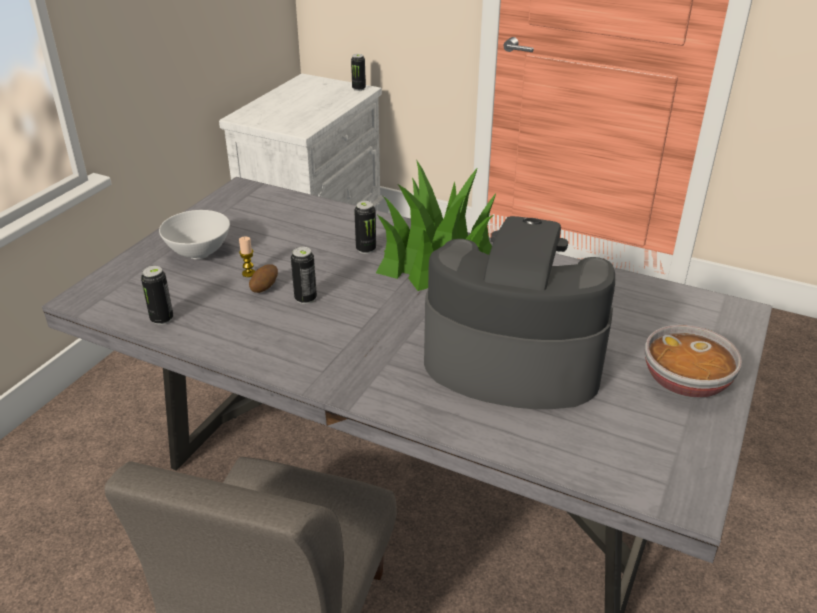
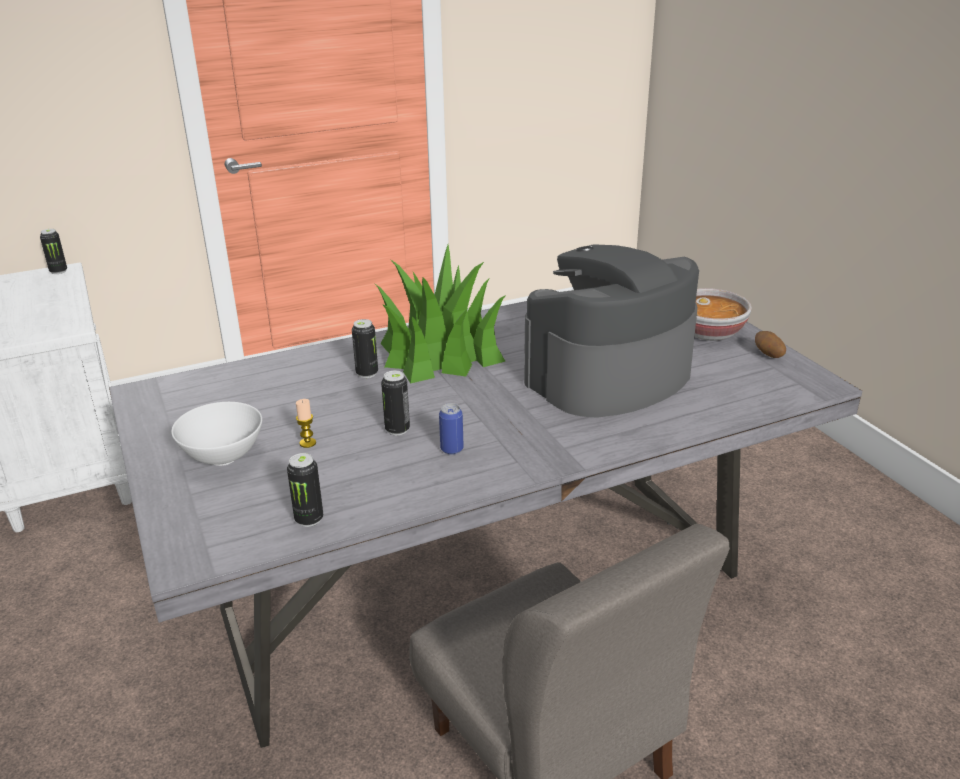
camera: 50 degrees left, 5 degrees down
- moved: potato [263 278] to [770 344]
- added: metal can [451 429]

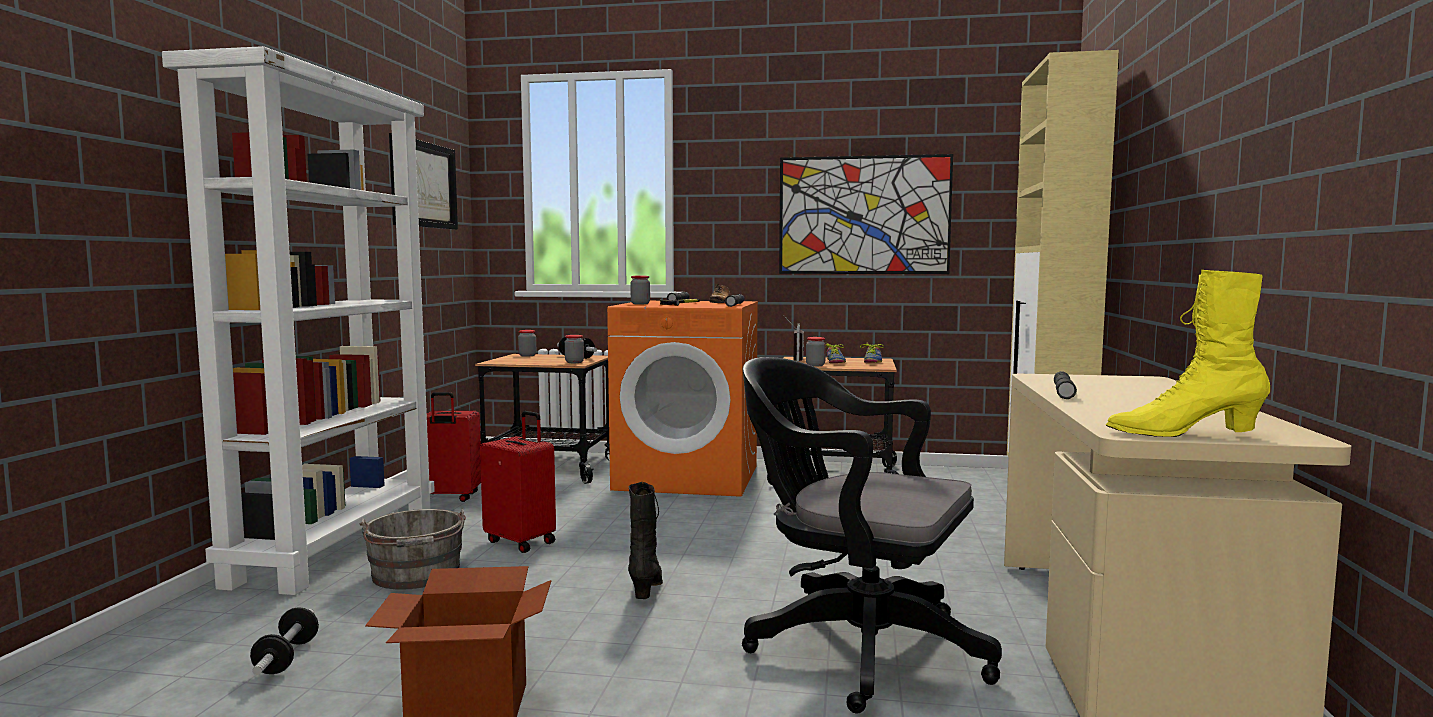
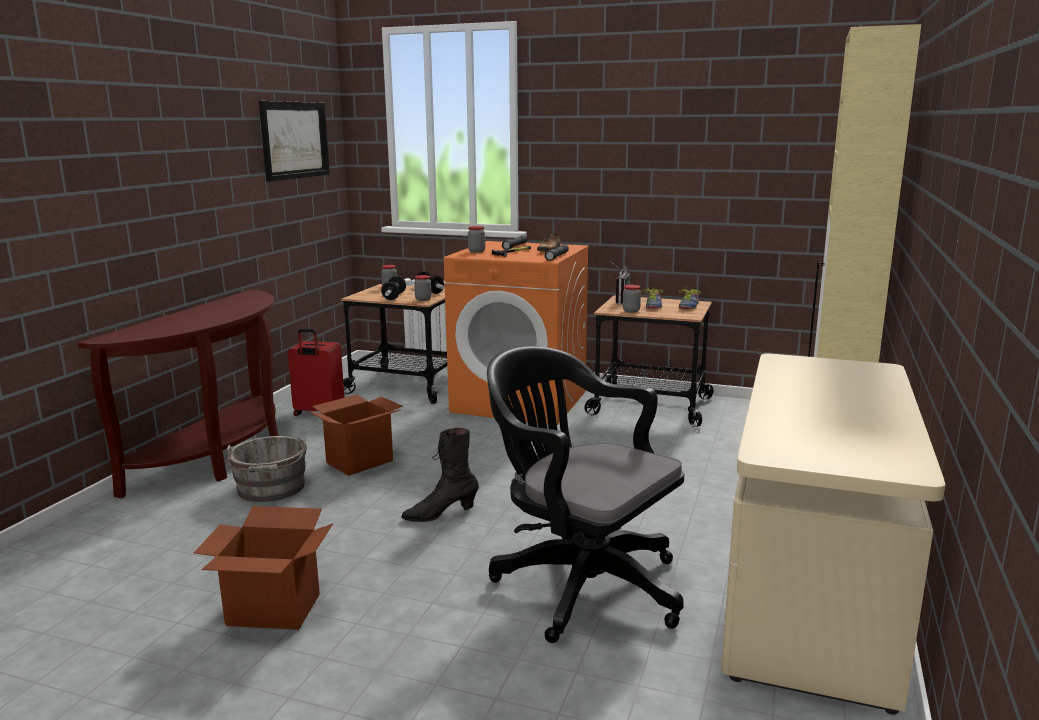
camera: 10 degrees right, 10 degrees up
- replaced: bookshelf/white [298 320] to console table/brownish [178 394]
- removed: wall picture [866 214]
- removed: tall boot/yellowish [1188 353]
- removed: hand torch/grey [1065 385]
- replaced: suitcase/red [518 482] to packing box [356 435]
- turned: tall boot/black-coloured [645 540] = [440 475] 120 degrees counterclockwise
- moved: hand weight [284 641] to [393 288]

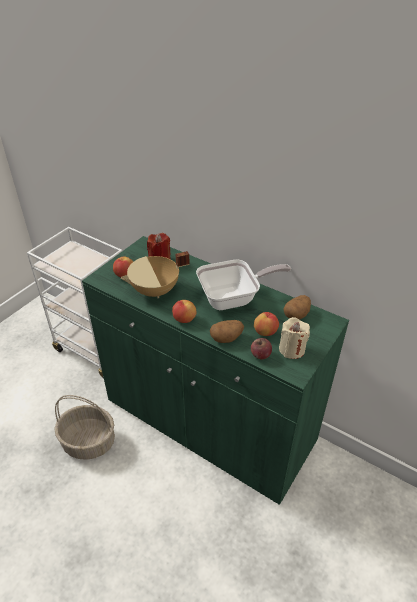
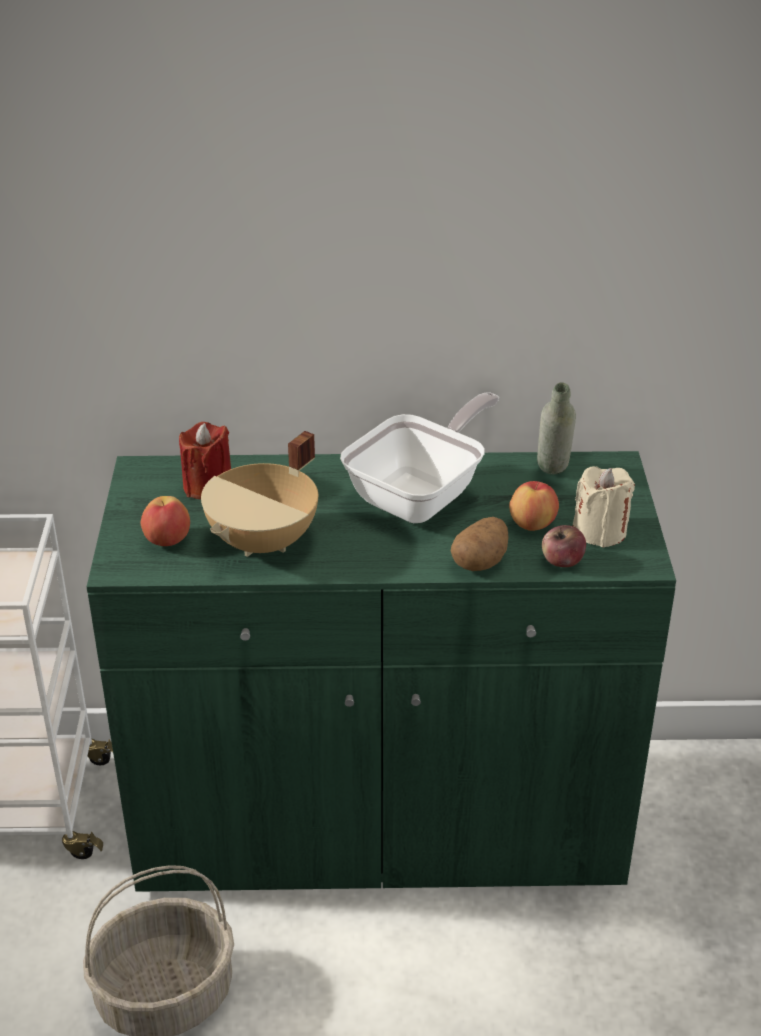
camera: 35 degrees left, 5 degrees down
- replaced: potato [297 307] to beverage bottle/grey [556 428]
- removed: apple [184 311]

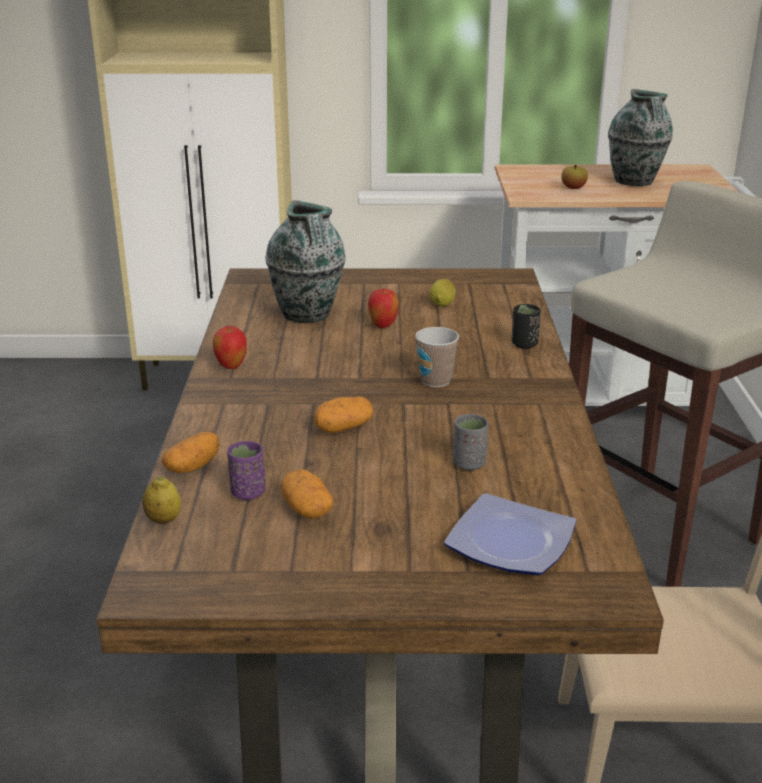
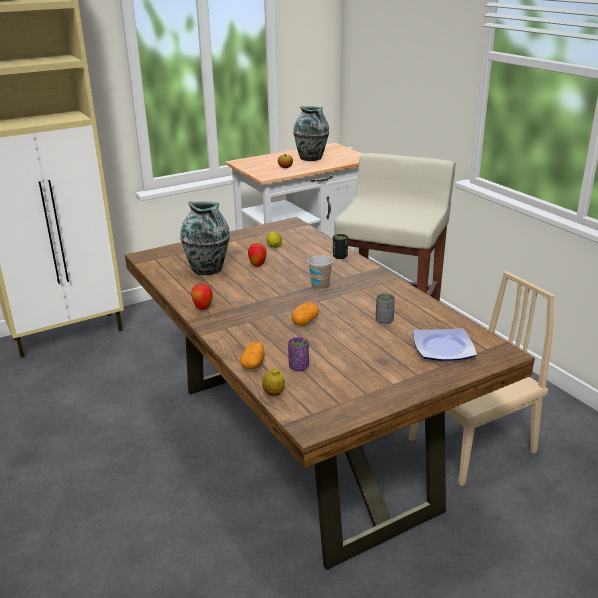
camera: 30 degrees left, 0 degrees up
- removed: potato [307 494]

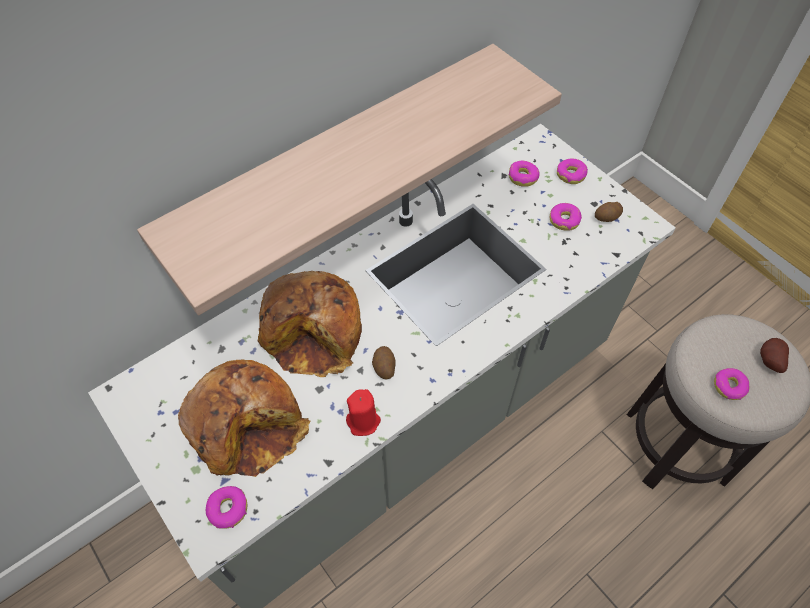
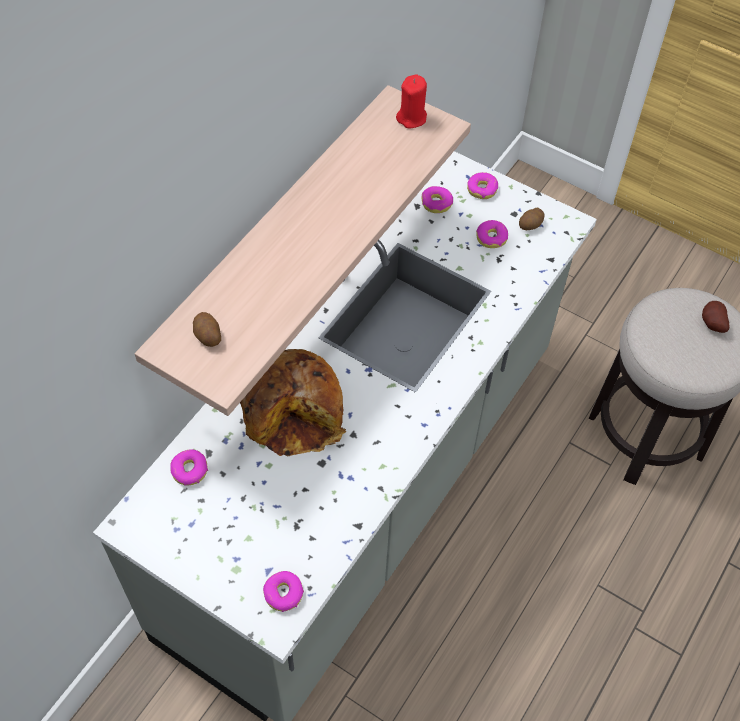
camera: 20 degrees left, 0 degrees up
- moved: potato [383 362] to [207 329]
- removed: baked bread [244 418]
- moved: ring doughnut [731 384] to [189 468]
- moved: candle/red [363 412] to [411 101]

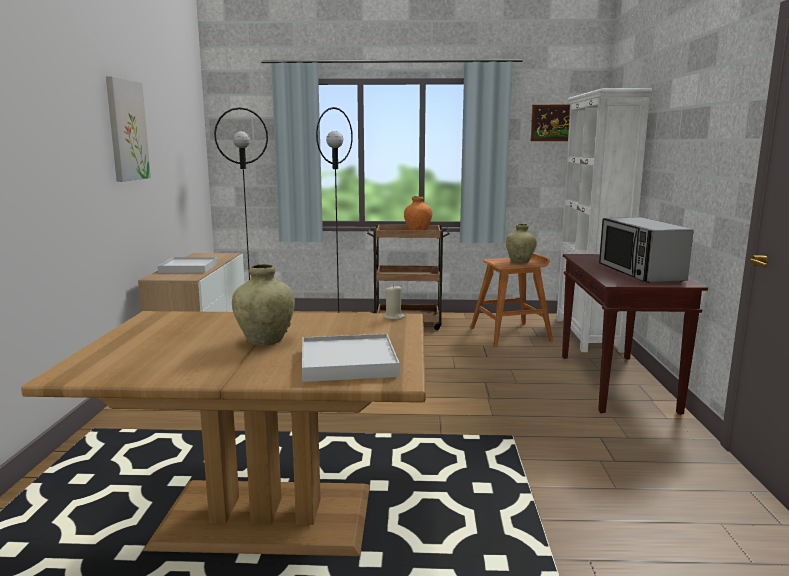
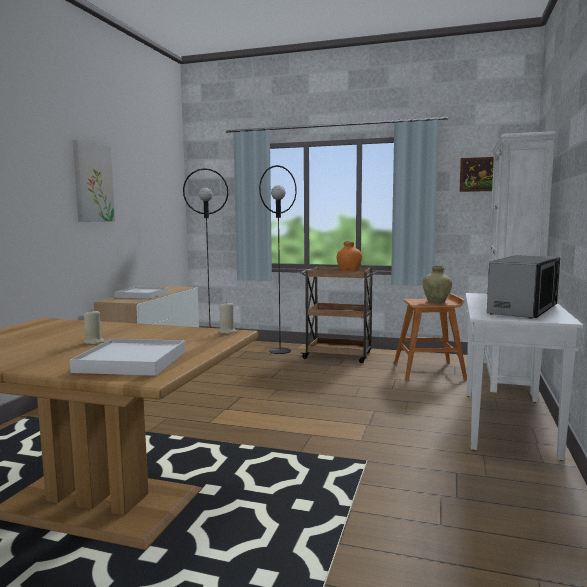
camera: 15 degrees right, 5 degrees down
- turned: kitchen microwave [646 250] = [523 287] 150 degrees counterclockwise
- recoloured: console table/brownish [635 334] to console table/white [524 377]
- replaced: decorative vase/beige [263 305] to candle/beige [94 326]

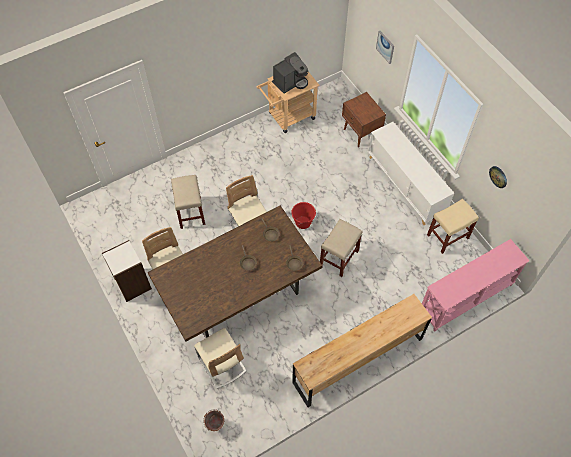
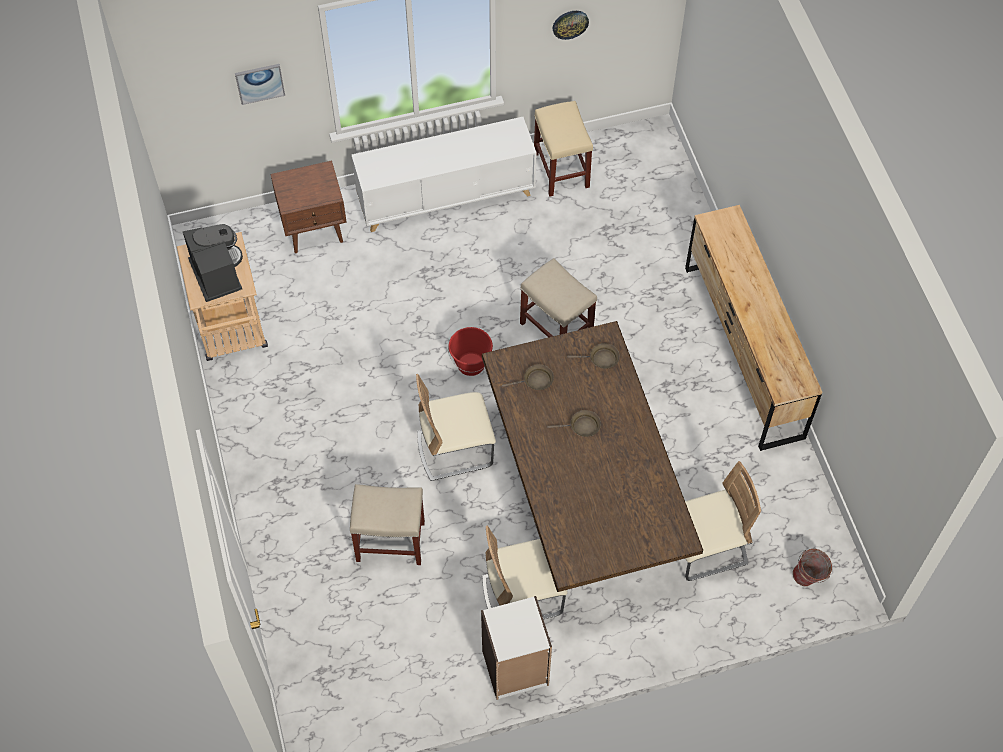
camera: 75 degrees left, 0 degrees up
- removed: console table/pink-coloured [476 285]

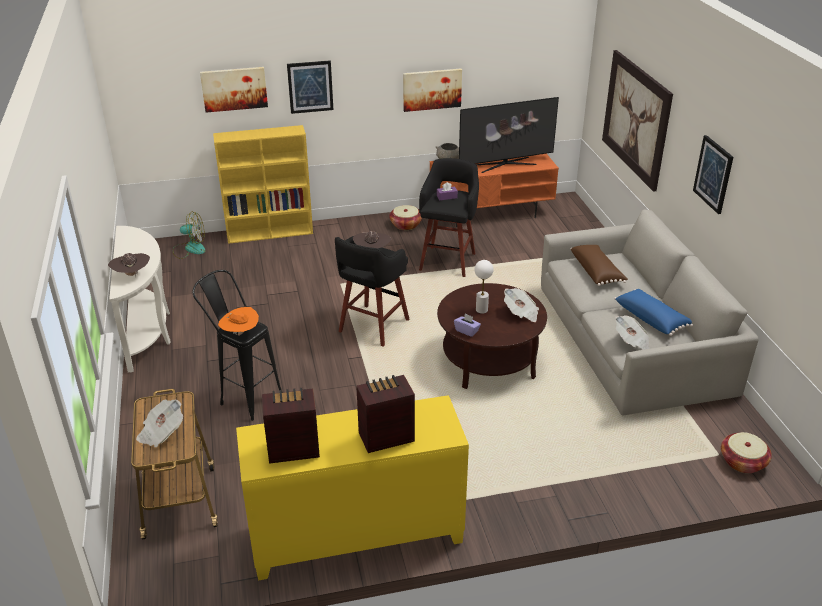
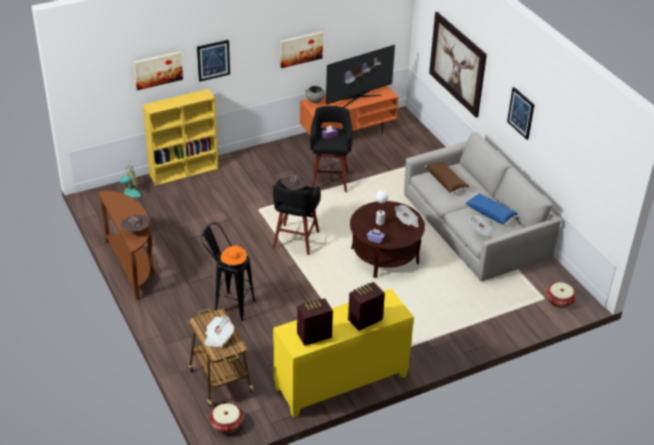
camera: 15 degrees left, 5 degrees up
- moved: basket [405 217] to [226 418]
- recoloured: console table/white [140 299] to console table/brownish [126 245]

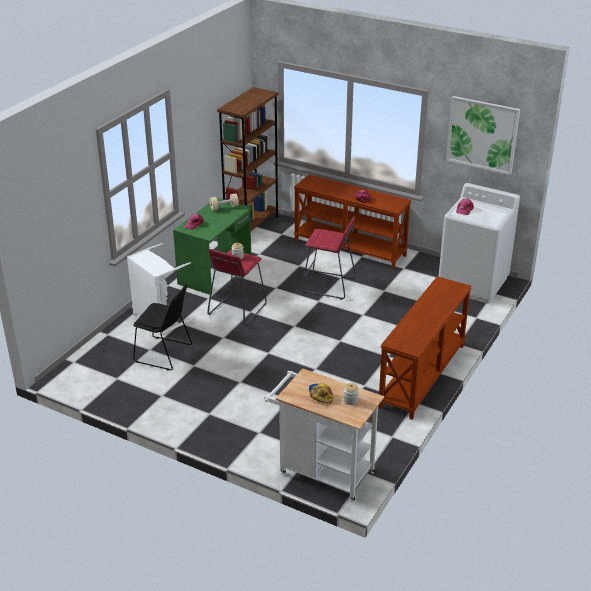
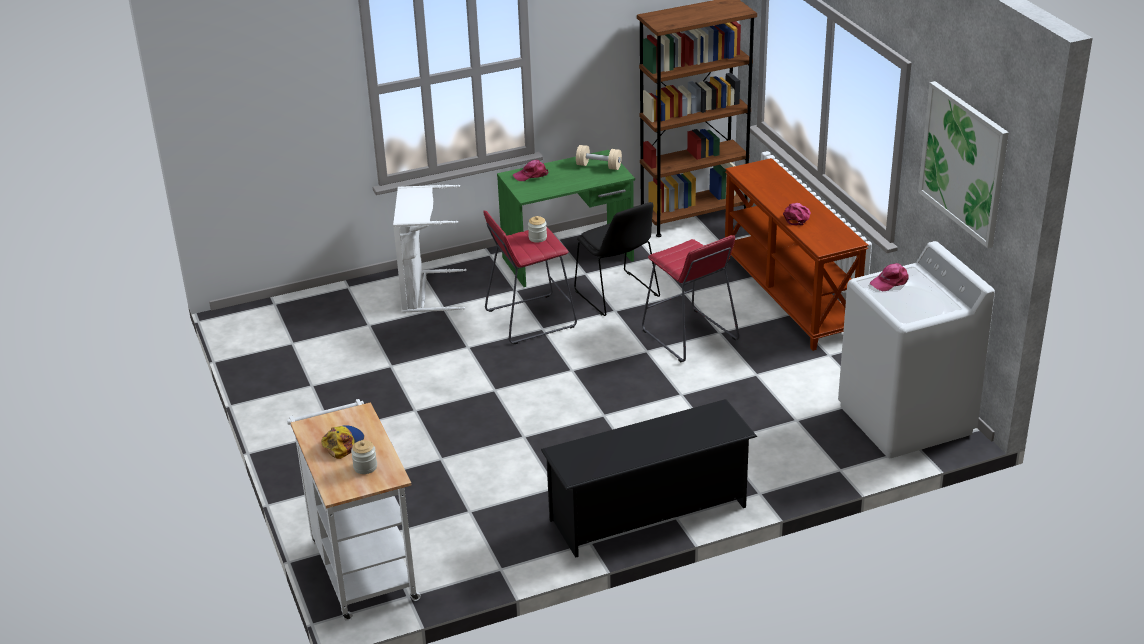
camera: 40 degrees right, 0 degrees up
- replaced: console table/brownish [425 348] to shoe rack/black-coloured [649 478]
- moved: upright chair/black-coloured [162 327] to [617 259]

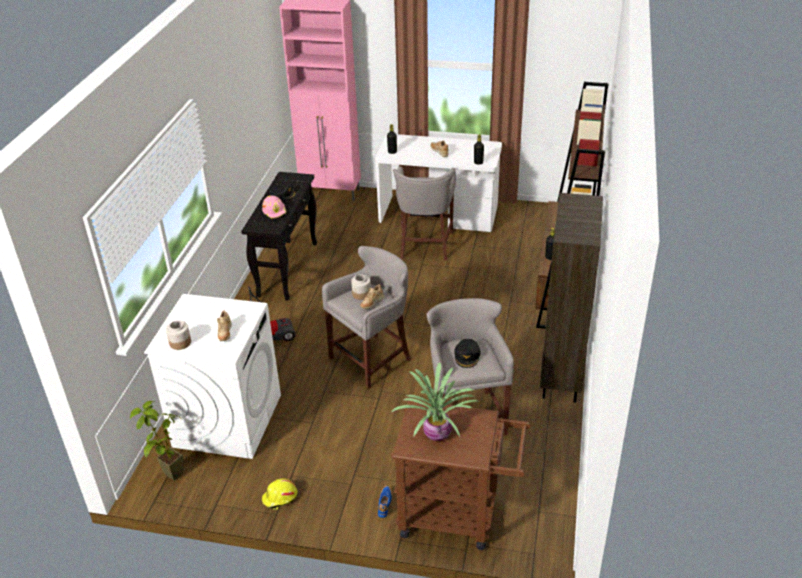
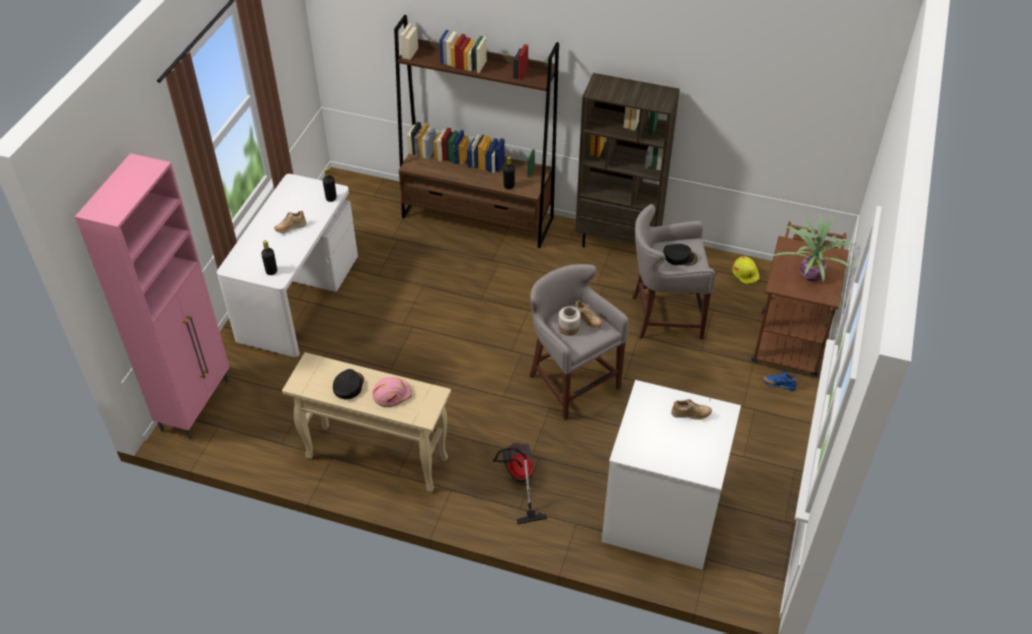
camera: 85 degrees left, 10 degrees up
- removed: stool seat/grey [424 213]
- recoloured: console table/black-coloured [279 236] to console table/beige [366 422]
- removed: jar [178 335]
- removed: plant in a pot [156 440]
- moved: safety helmet/yellowish [280 494] to [746 270]

